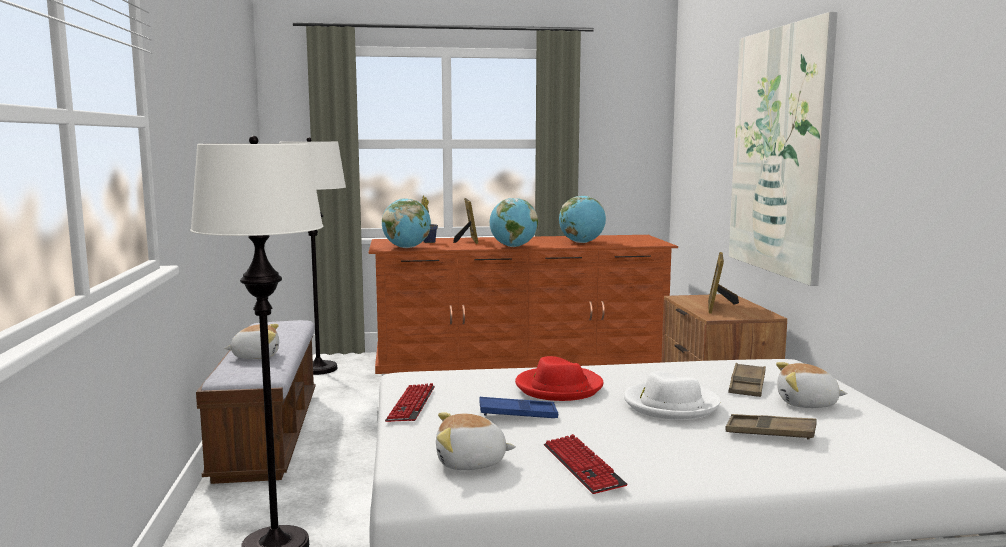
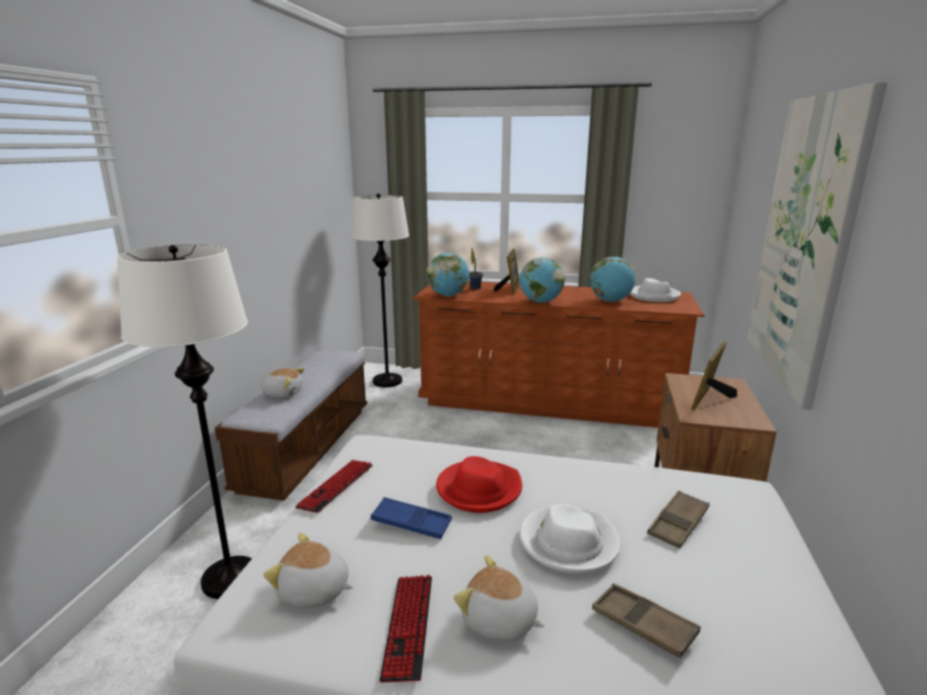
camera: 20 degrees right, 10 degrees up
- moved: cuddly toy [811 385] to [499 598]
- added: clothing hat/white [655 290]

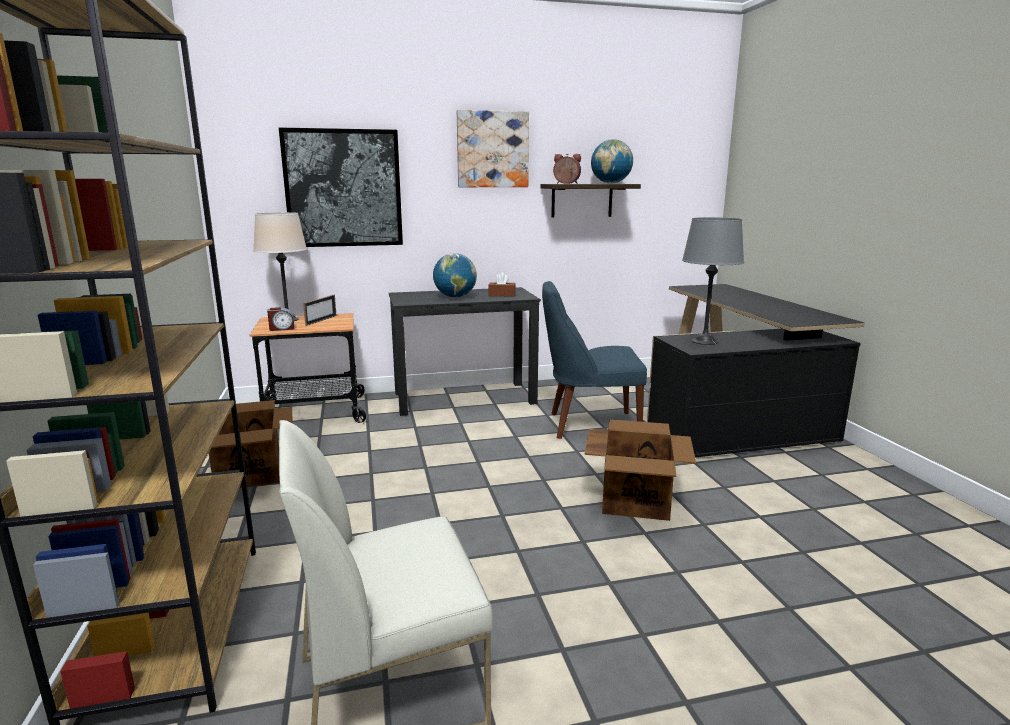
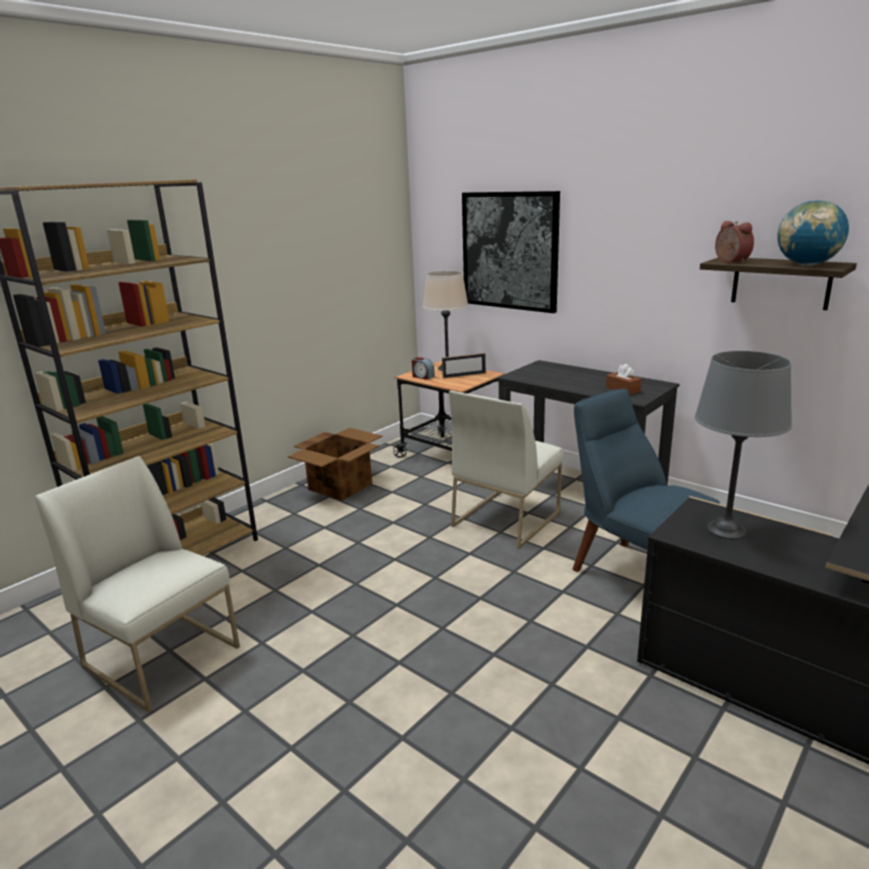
camera: 55 degrees right, 5 degrees up
- removed: wall picture [493 148]
- removed: desk globe [455 275]
- removed: packing box [640 470]
- added: upright chair/white [506 470]

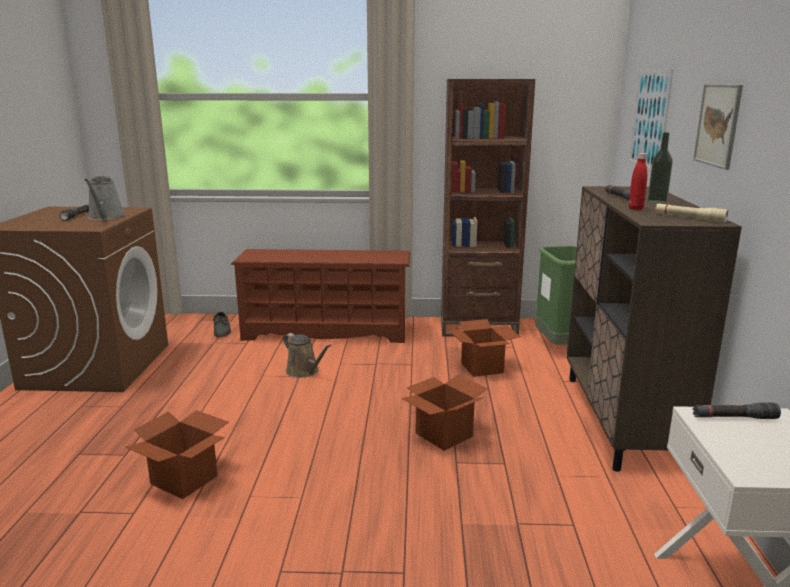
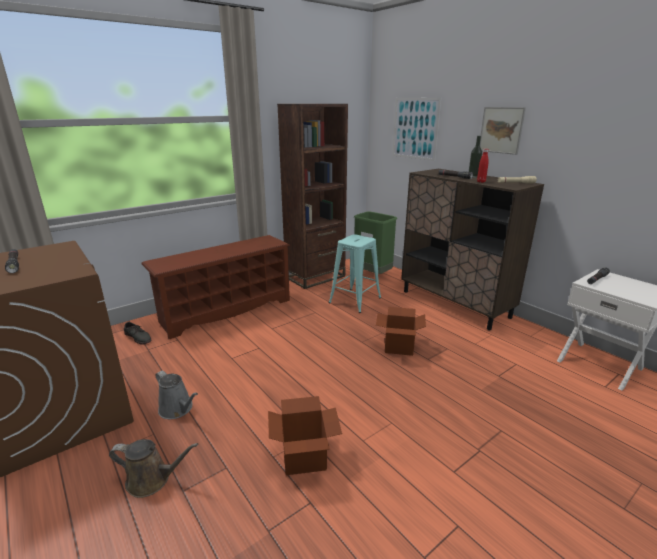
camera: 40 degrees left, 5 degrees up
- moved: watering pot/grey [105 198] to [176 395]
- replaced: packing box [484 348] to stool seat/turquoise-coloured [355 273]
- moved: watering pot/brownish [307 355] to [153 468]

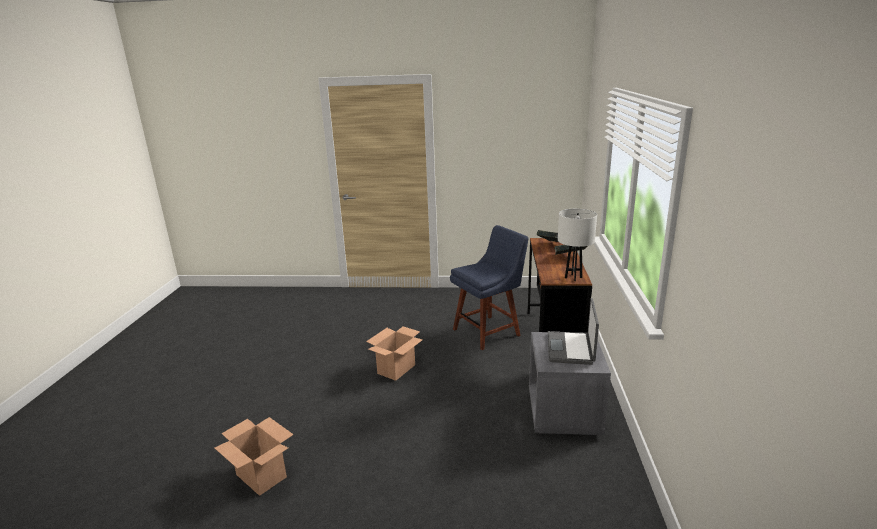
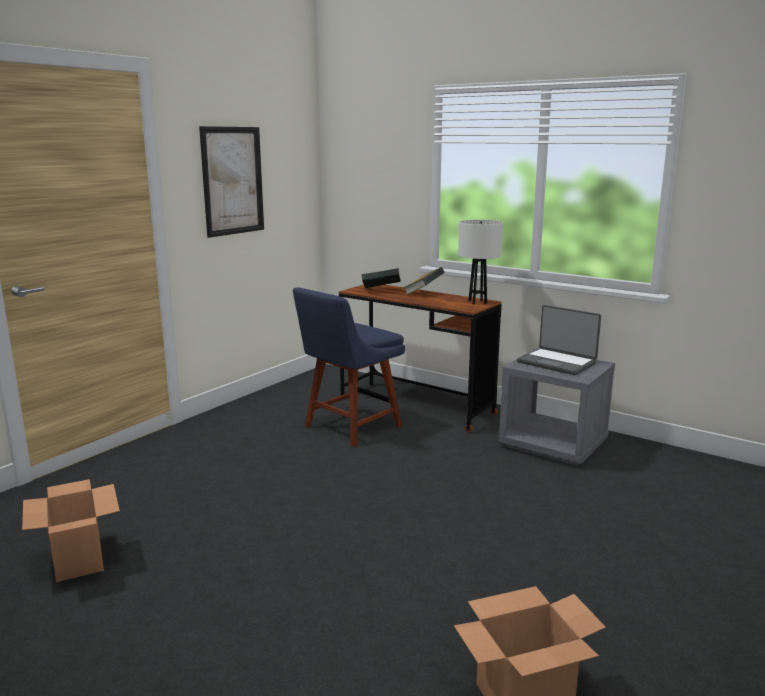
camera: 60 degrees left, 5 degrees down
- turned: upright chair/bluish [489 287] = [349 367] 135 degrees counterclockwise
- moved: packing box [394 353] to [71 530]
- added: wall picture [231 182]

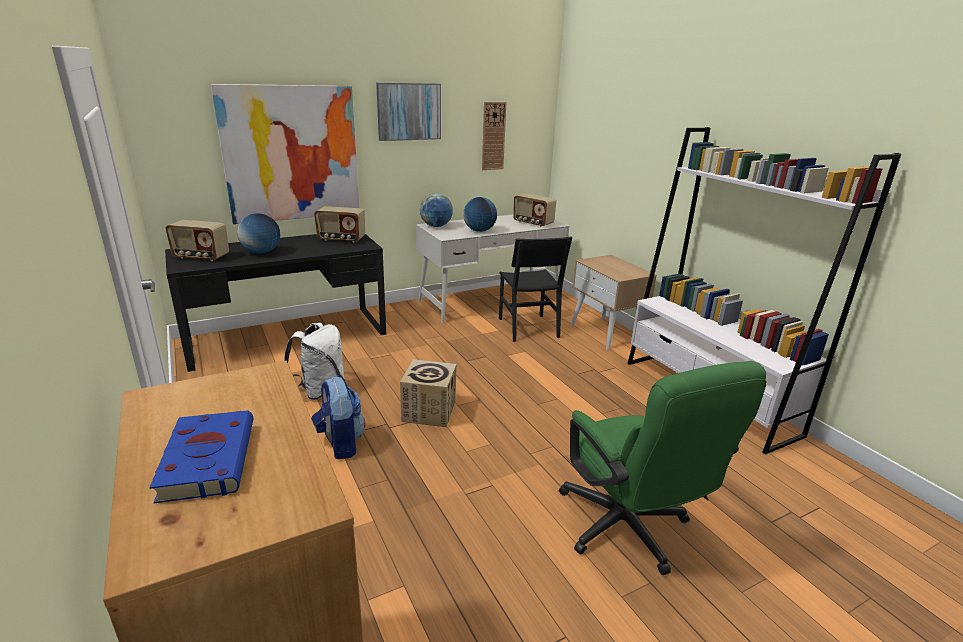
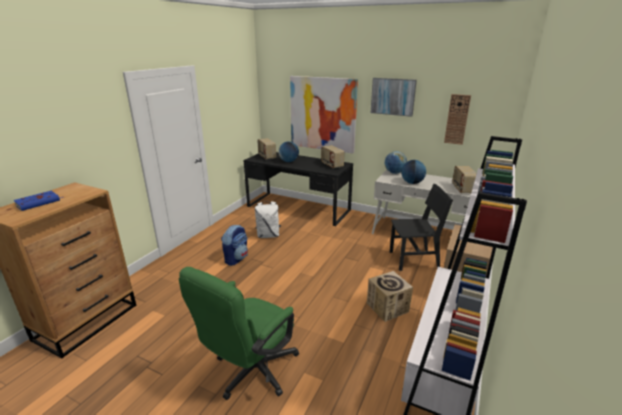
camera: 55 degrees right, 0 degrees up
- turned: upright chair/black-coloured [535 289] = [421 227] 135 degrees counterclockwise
- moved: packing box [428 393] to [390 296]

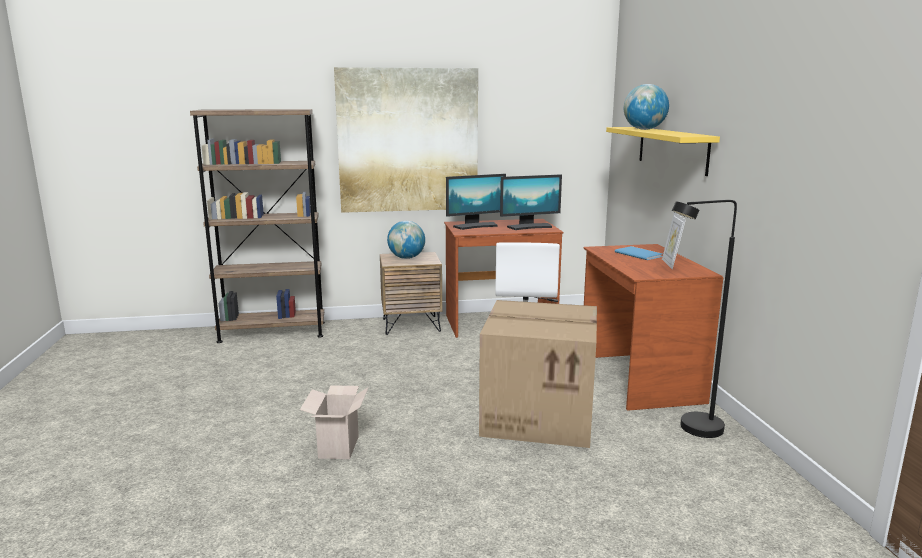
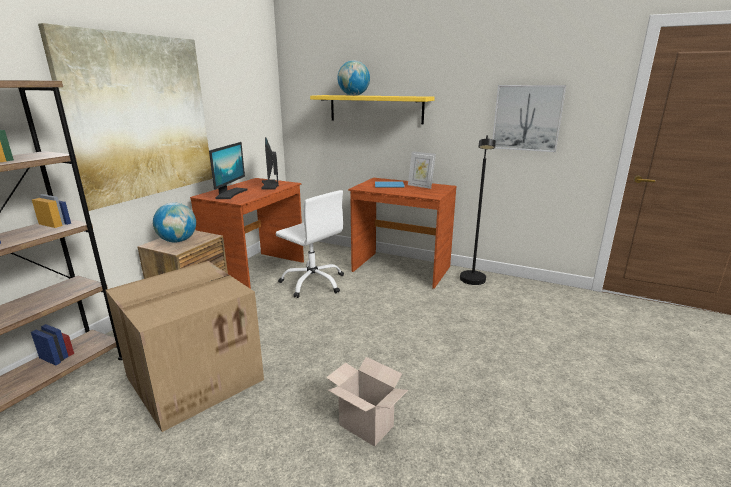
camera: 55 degrees left, 5 degrees up
- turned: computer display [531 202] = [270 163] 150 degrees clockwise
- moved: packing box [538 374] to [185 346]
- added: wall picture [529 118]

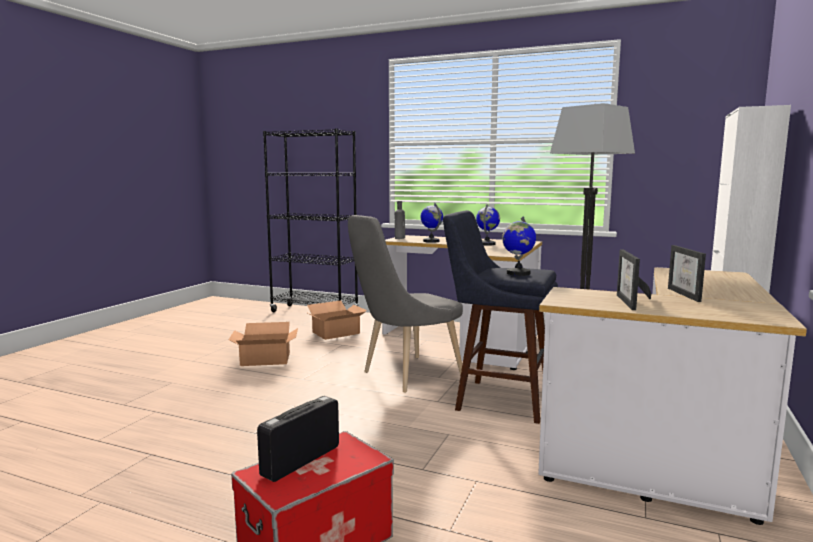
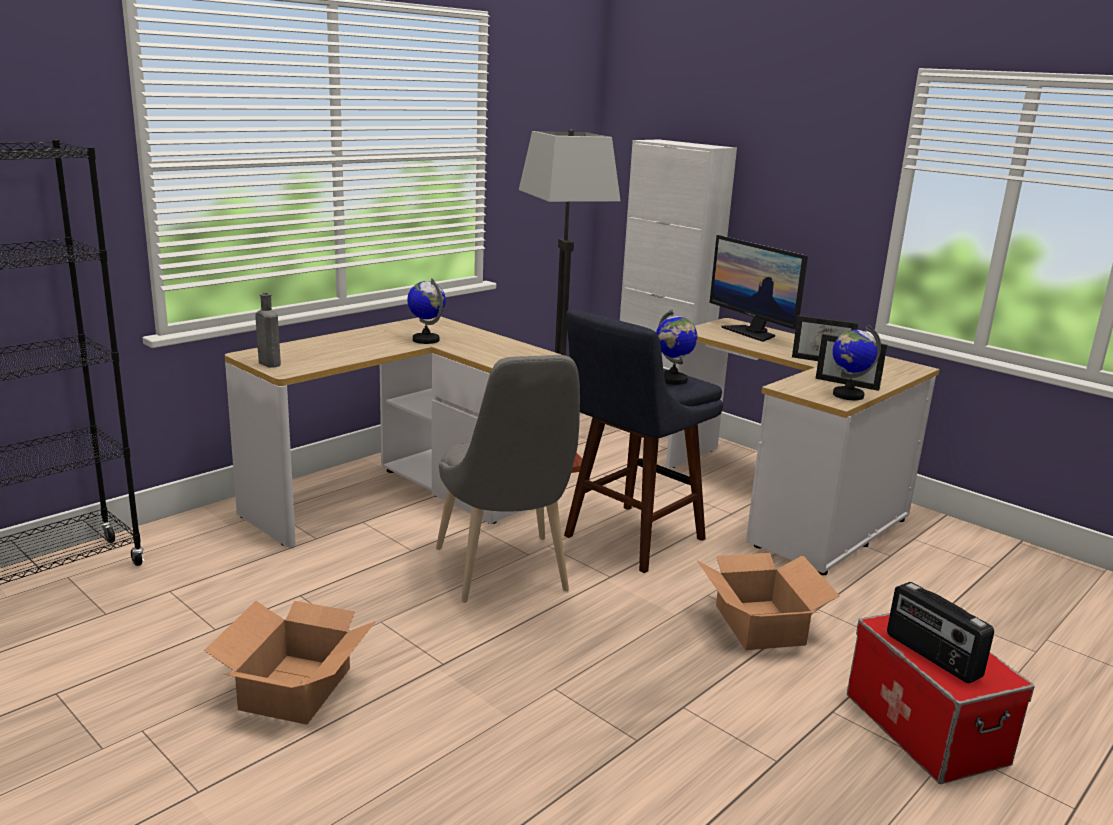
camera: 70 degrees left, 10 degrees up
- moved: desk globe [431 223] to [857 362]
- moved: packing box [335 320] to [768 601]
- added: computer display [758 288]

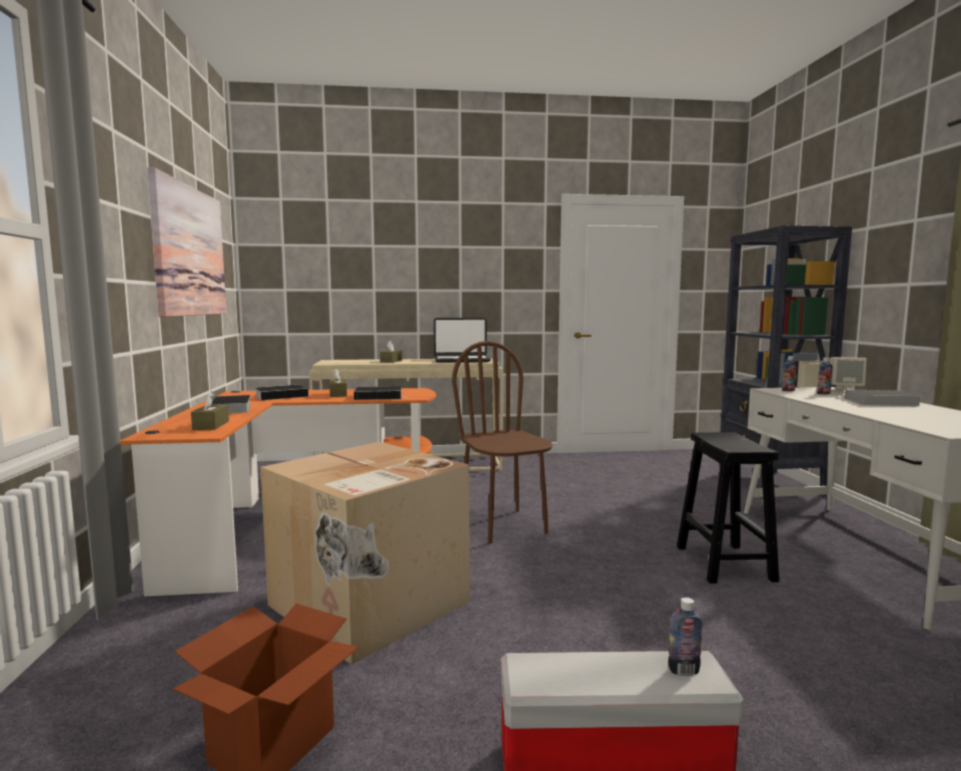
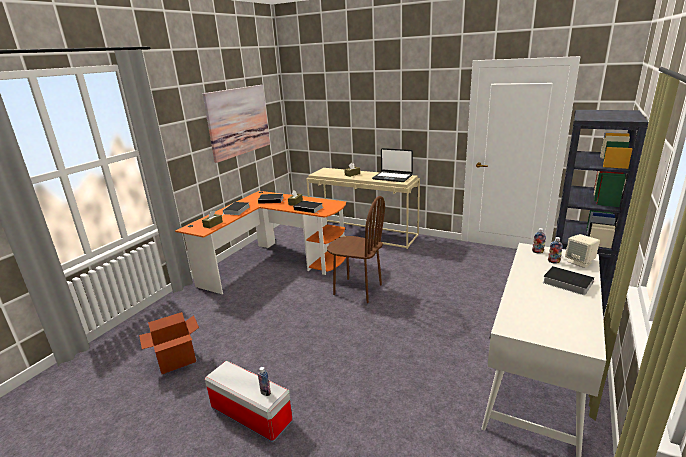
camera: 35 degrees right, 15 degrees up
- turned: upright chair/brownish [502 442] = [356 249] 105 degrees clockwise
- removed: stool seat/black-coloured [728 508]
- removed: packing box [365 553]

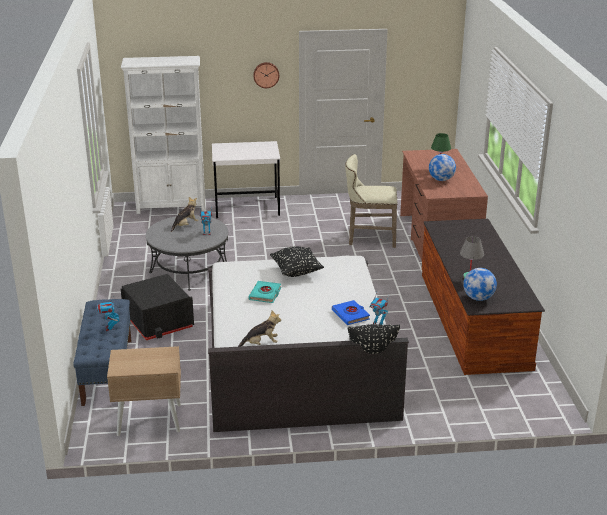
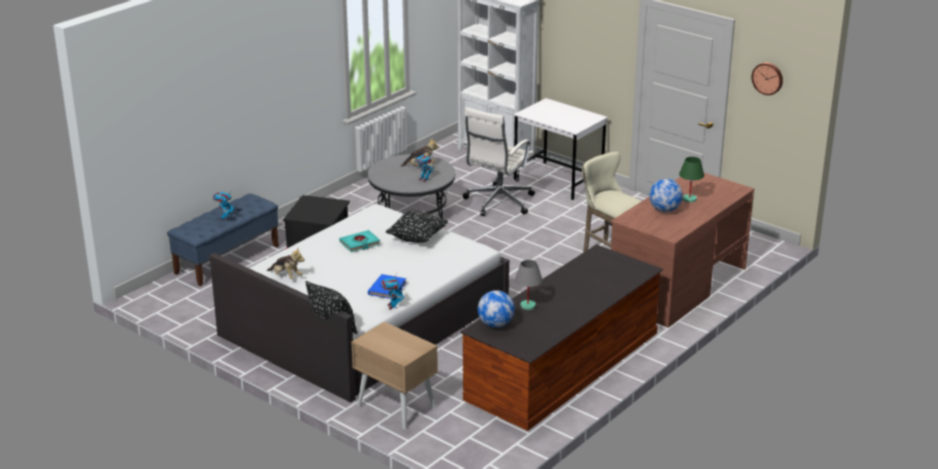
camera: 45 degrees right, 0 degrees up
- moved: hanging clock [266 75] to [767 79]
- moved: bedside table/beige [144 391] to [394 375]
- added: desk chair/white [499 161]

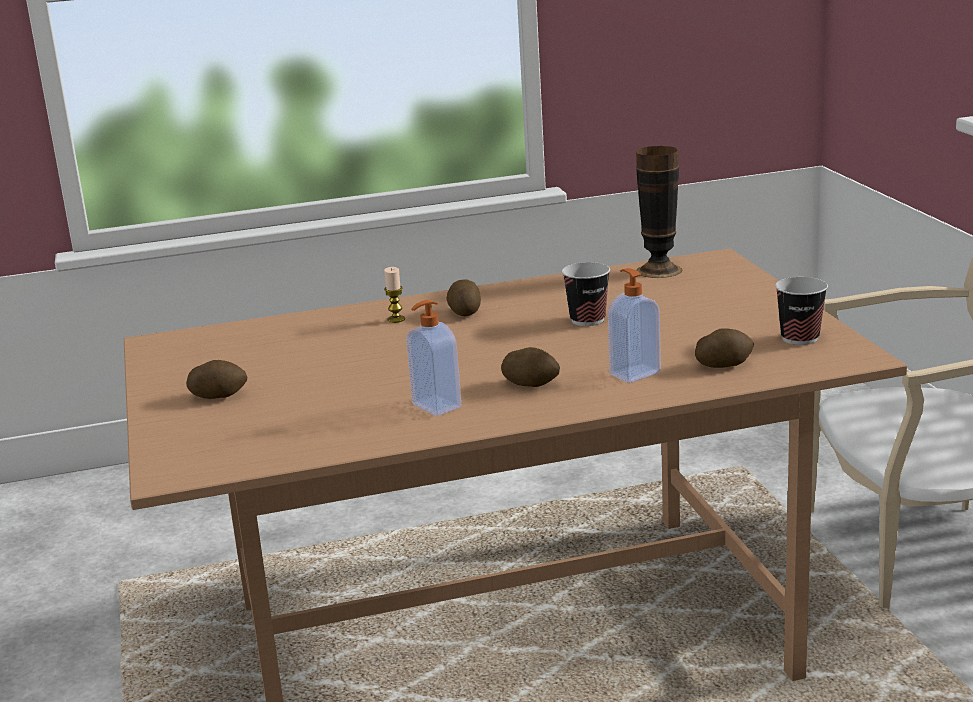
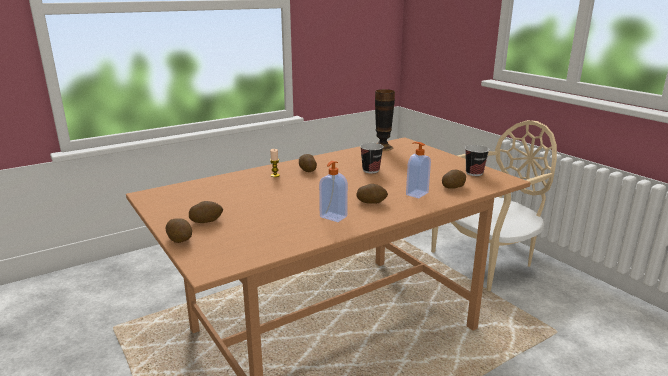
camera: 20 degrees left, 0 degrees up
- added: potato [178 230]

